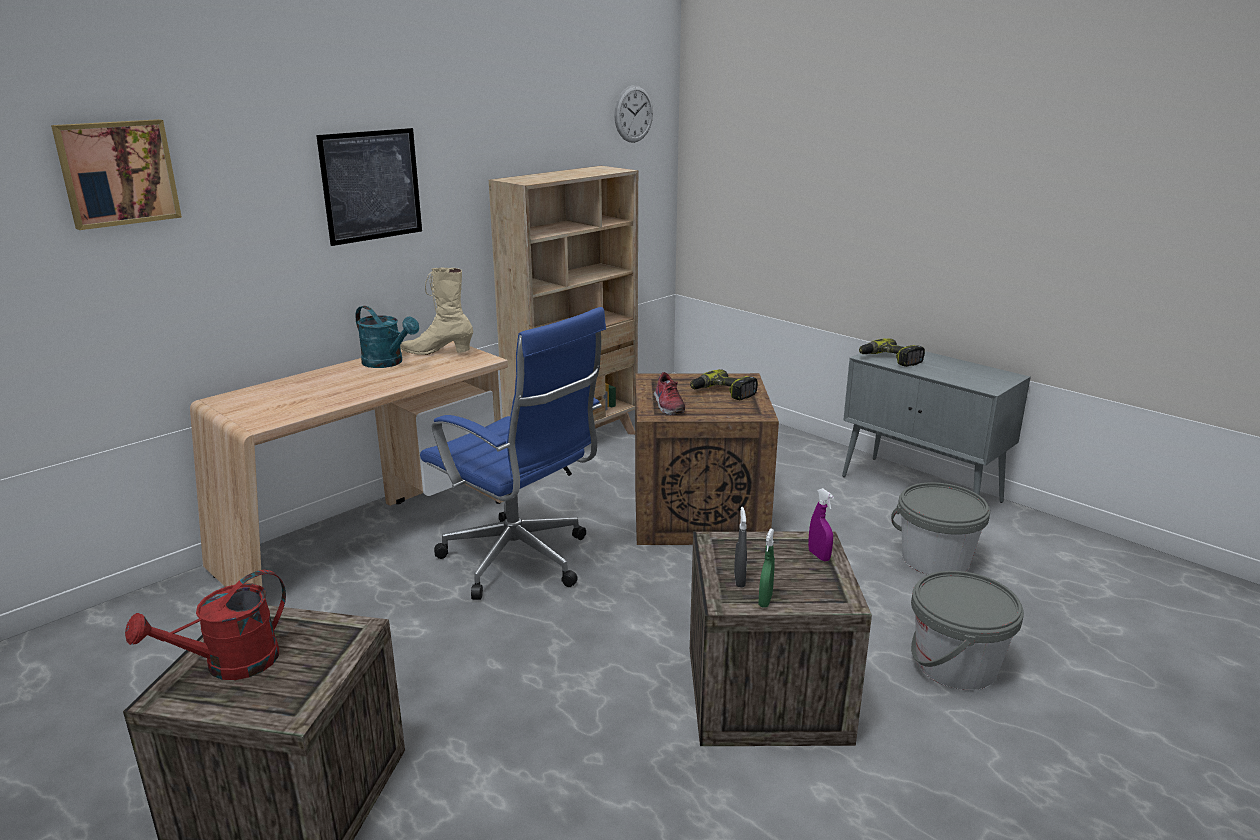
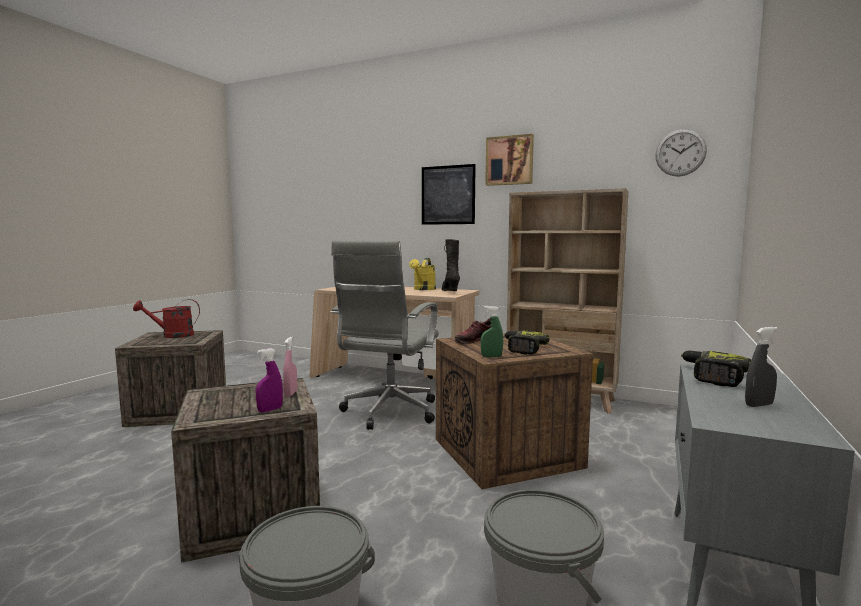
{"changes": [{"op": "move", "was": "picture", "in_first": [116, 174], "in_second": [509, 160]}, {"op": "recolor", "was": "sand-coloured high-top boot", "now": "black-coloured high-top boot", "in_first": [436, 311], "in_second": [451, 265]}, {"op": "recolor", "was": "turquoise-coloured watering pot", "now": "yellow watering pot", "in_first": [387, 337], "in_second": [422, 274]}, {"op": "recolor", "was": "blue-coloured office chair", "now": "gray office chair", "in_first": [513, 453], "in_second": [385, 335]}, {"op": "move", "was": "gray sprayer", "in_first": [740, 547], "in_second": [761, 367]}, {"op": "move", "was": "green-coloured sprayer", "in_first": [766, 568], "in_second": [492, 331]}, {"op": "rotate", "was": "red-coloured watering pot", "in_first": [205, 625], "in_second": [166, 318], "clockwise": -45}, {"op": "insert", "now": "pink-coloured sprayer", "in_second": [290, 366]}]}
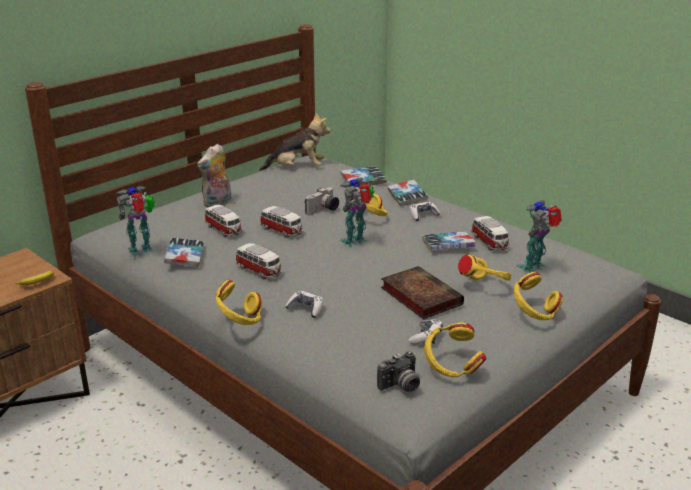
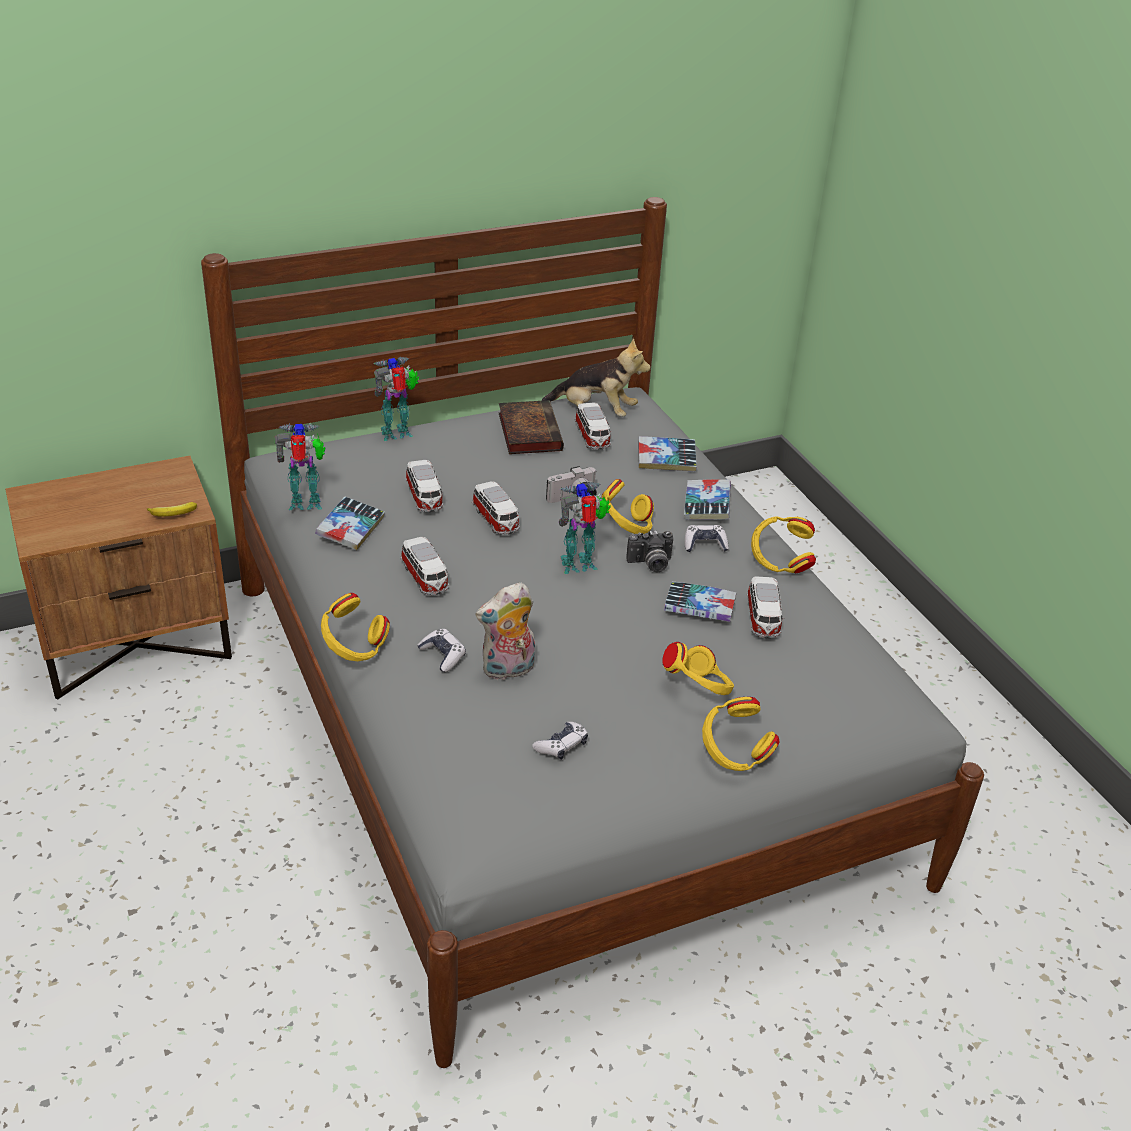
{"changes": [{"op": "move", "was": "cuddly toy", "in_first": [214, 175], "in_second": [505, 631]}, {"op": "move", "was": "toy robot", "in_first": [539, 236], "in_second": [396, 399]}, {"op": "move", "was": "book", "in_first": [422, 292], "in_second": [531, 427]}, {"op": "move", "was": "yellow headset", "in_first": [455, 349], "in_second": [783, 545]}, {"op": "move", "was": "photo camera", "in_first": [398, 371], "in_second": [649, 551]}, {"op": "insert", "now": "toy car", "in_second": [593, 426]}]}
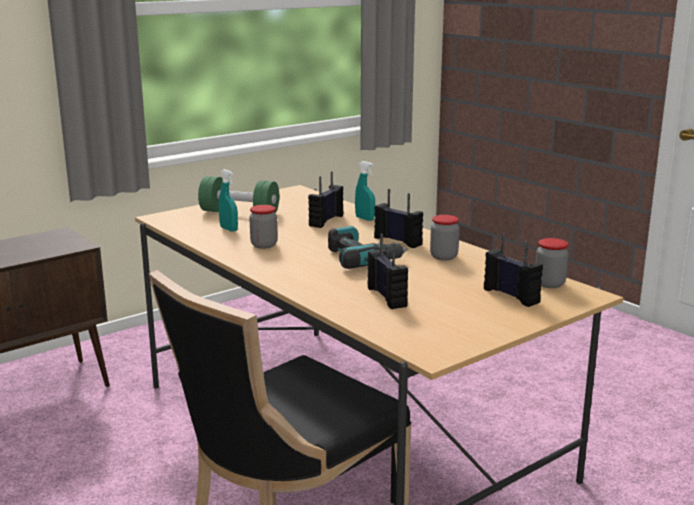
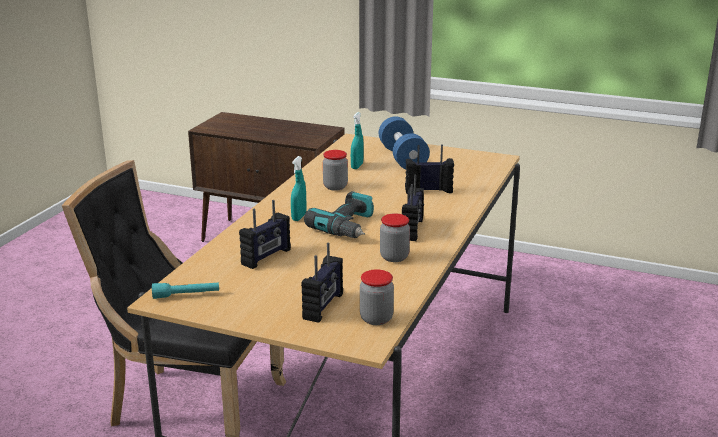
{"changes": [{"op": "move", "was": "turquoise-coloured sprayer", "in_first": [365, 191], "in_second": [299, 188]}, {"op": "recolor", "was": "green-coloured free weight", "now": "blue-coloured free weight", "in_first": [238, 195], "in_second": [404, 143]}, {"op": "insert", "now": "turquoise-coloured torch", "in_second": [185, 290]}]}
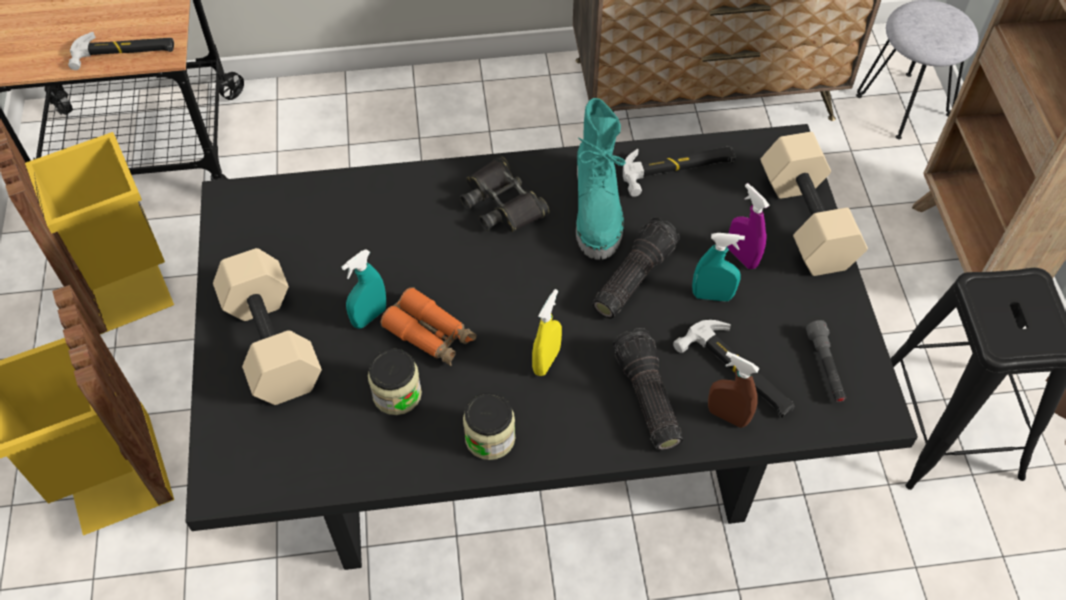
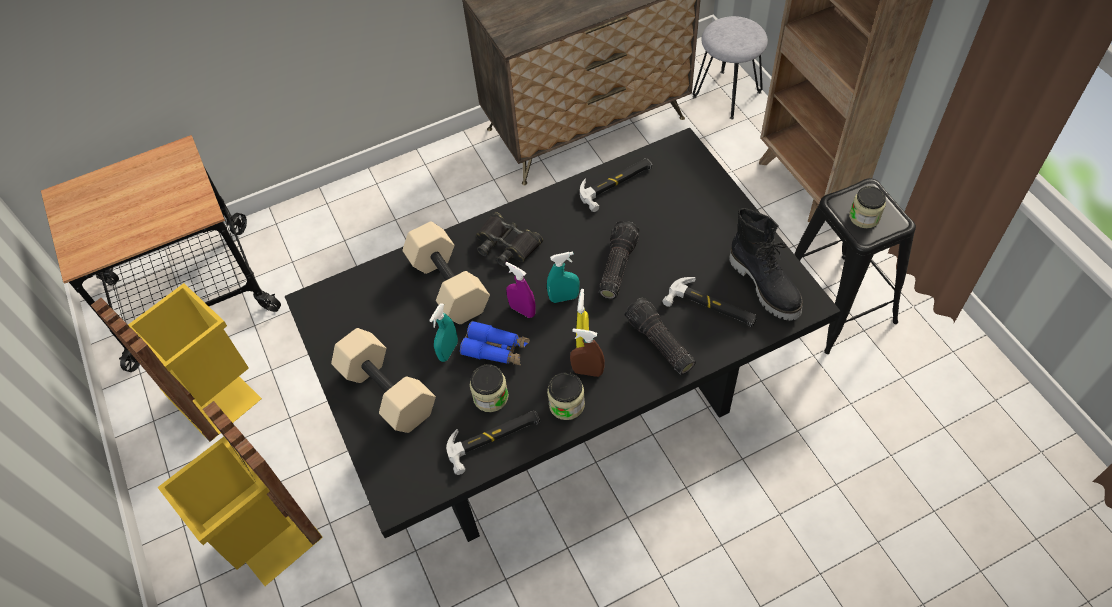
{"changes": [{"op": "move", "was": "hand hammer", "in_first": [121, 51], "in_second": [493, 443]}, {"op": "delete", "was": "turquoise-coloured high-top boot", "in_first": [601, 179]}, {"op": "move", "was": "sand-coloured free weight", "in_first": [814, 204], "in_second": [446, 272]}, {"op": "move", "was": "purplish sprayer", "in_first": [749, 226], "in_second": [520, 290]}, {"op": "move", "was": "turquoise-coloured sprayer", "in_first": [718, 267], "in_second": [563, 277]}, {"op": "recolor", "was": "orangey field glasses", "now": "blue-coloured field glasses", "in_first": [429, 326], "in_second": [495, 343]}, {"op": "replace", "was": "gray torch", "now": "black-coloured high-top boot", "in_first": [826, 361], "in_second": [766, 264]}, {"op": "move", "was": "brown sprayer", "in_first": [734, 390], "in_second": [587, 353]}, {"op": "insert", "now": "jar", "in_second": [867, 207]}]}
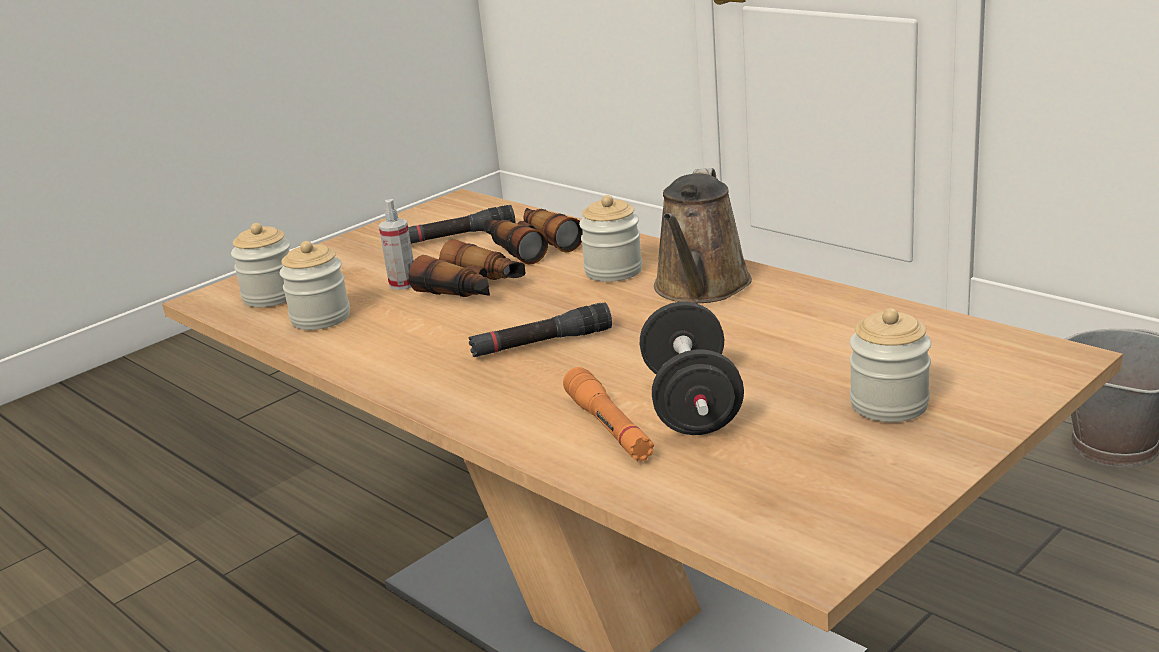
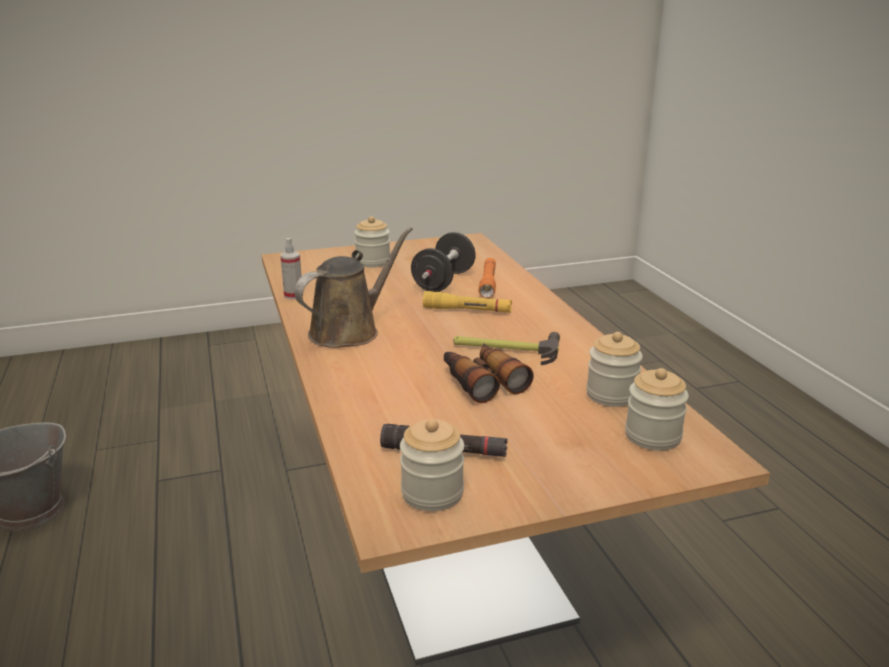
{"changes": [{"op": "move", "was": "jar", "in_first": [610, 238], "in_second": [432, 465]}, {"op": "move", "was": "sprayer", "in_first": [396, 244], "in_second": [291, 268]}, {"op": "delete", "was": "field glasses", "in_first": [533, 236]}, {"op": "delete", "was": "black-coloured torch", "in_first": [540, 329]}, {"op": "insert", "now": "yellow torch", "in_second": [467, 302]}, {"op": "insert", "now": "hand hammer", "in_second": [507, 348]}]}
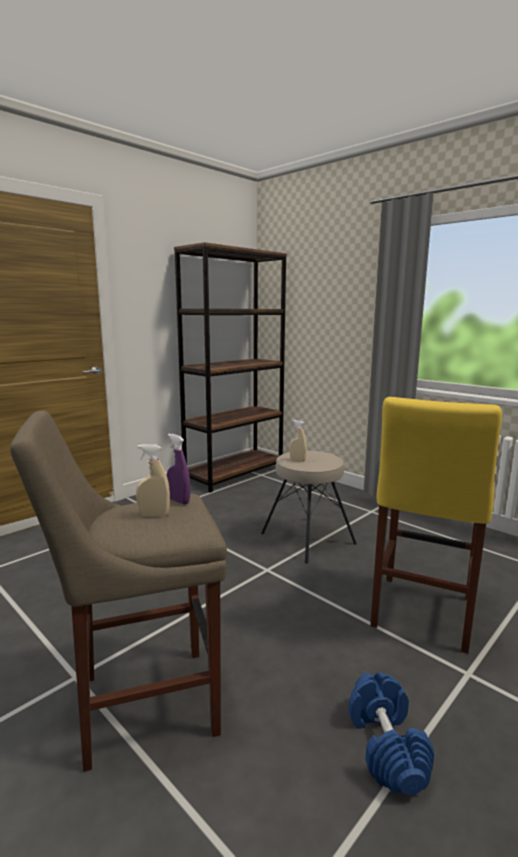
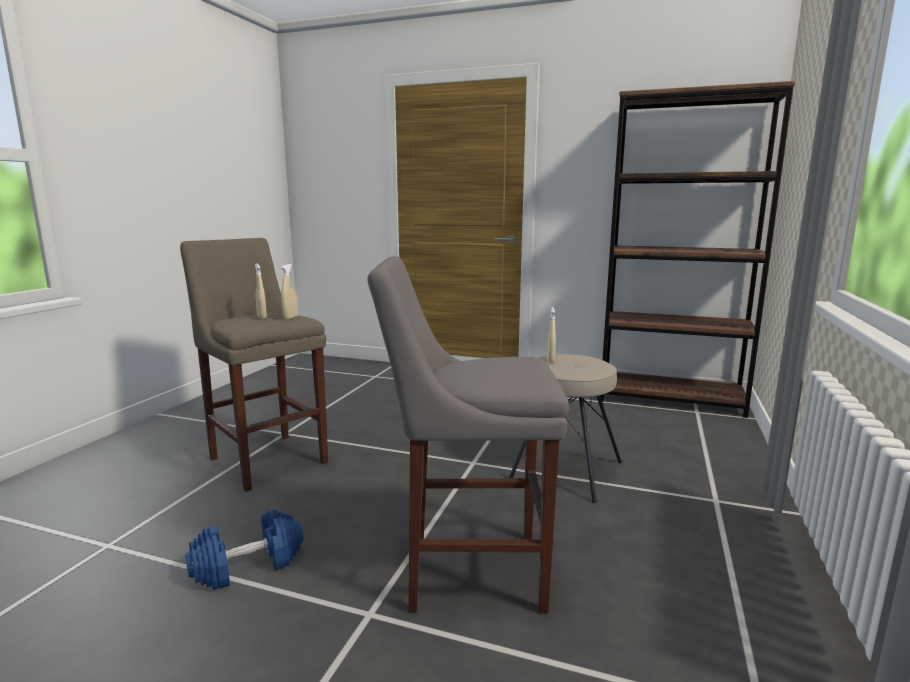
{"changes": [{"op": "recolor", "was": "yellow sitting stool", "now": "gray sitting stool", "in_first": [436, 525], "in_second": [468, 435]}, {"op": "recolor", "was": "purplish sprayer", "now": "sand-coloured sprayer", "in_first": [178, 469], "in_second": [289, 292]}]}
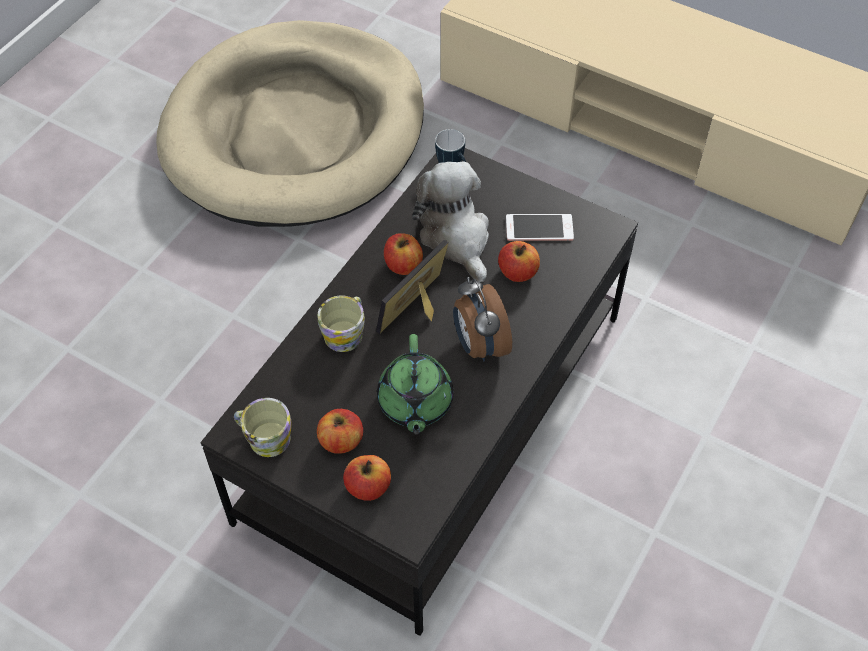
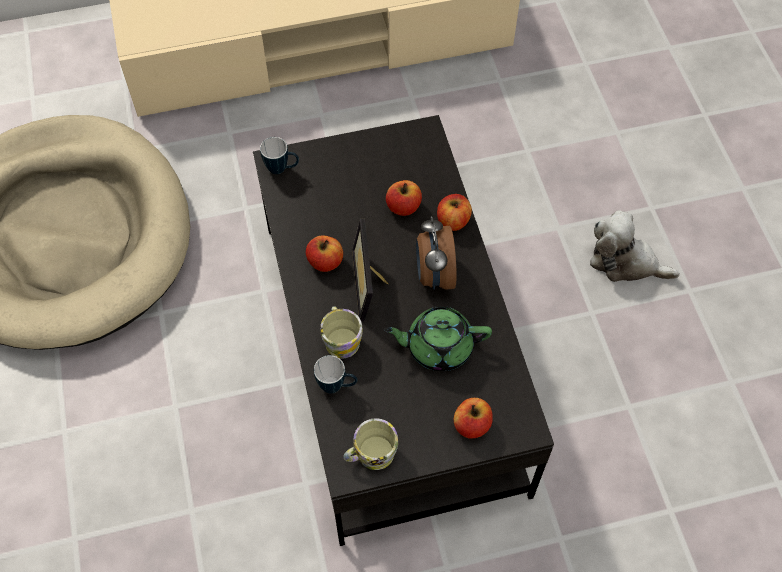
{"changes": [{"op": "move", "was": "cuddly toy", "in_first": [450, 222], "in_second": [635, 246]}, {"op": "delete", "was": "phone", "in_first": [540, 227]}, {"op": "rotate", "was": "bedside clock", "in_first": [482, 319], "in_second": [436, 253], "clockwise": 60}, {"op": "rotate", "was": "green-coloured teapot", "in_first": [415, 384], "in_second": [438, 338], "clockwise": 135}, {"op": "move", "was": "whole apple", "in_first": [340, 431], "in_second": [454, 212]}, {"op": "insert", "now": "coffee mug", "in_second": [335, 374]}]}
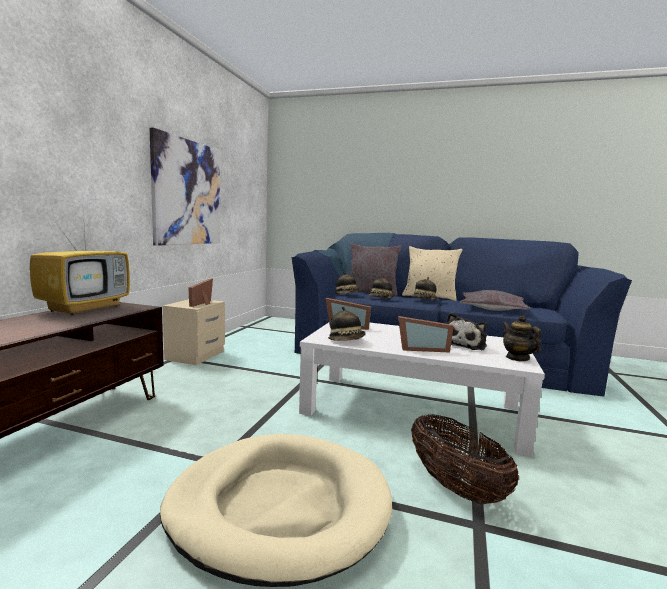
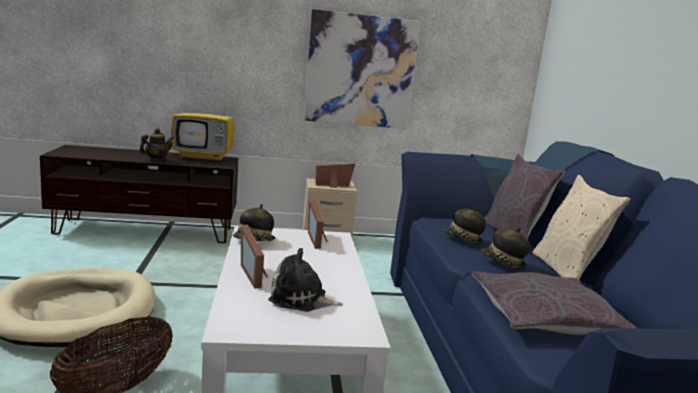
{"changes": [{"op": "delete", "was": "hat", "in_first": [347, 283]}, {"op": "move", "was": "teapot", "in_first": [521, 338], "in_second": [156, 145]}]}
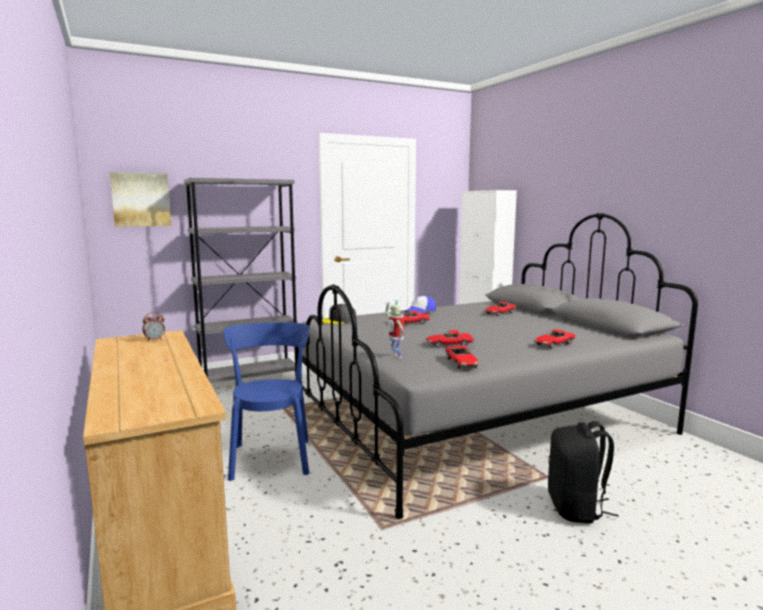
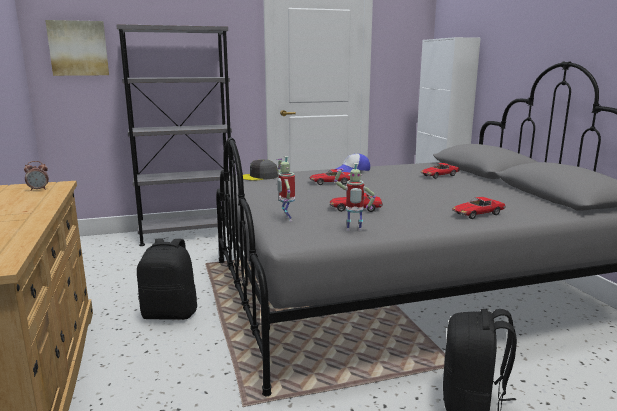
{"changes": [{"op": "replace", "was": "blue-coloured upright chair", "now": "black-coloured backpack", "in_first": [266, 401], "in_second": [167, 279]}, {"op": "replace", "was": "toy car", "now": "toy robot", "in_first": [462, 357], "in_second": [355, 197]}]}
